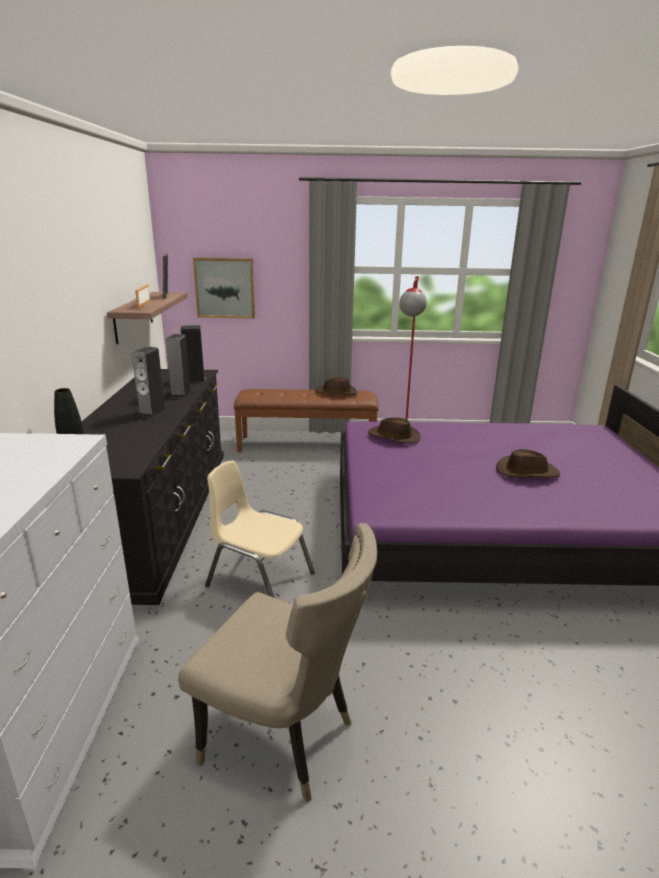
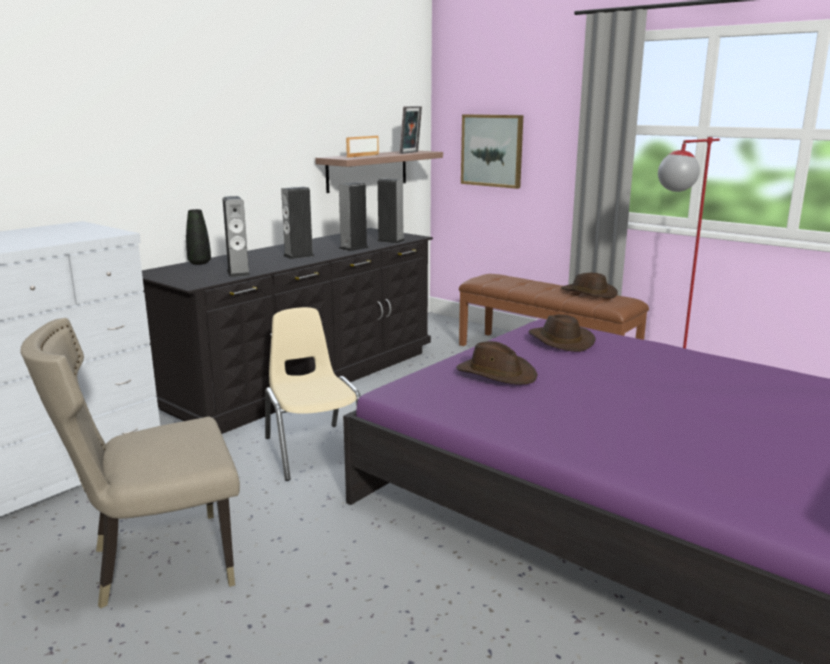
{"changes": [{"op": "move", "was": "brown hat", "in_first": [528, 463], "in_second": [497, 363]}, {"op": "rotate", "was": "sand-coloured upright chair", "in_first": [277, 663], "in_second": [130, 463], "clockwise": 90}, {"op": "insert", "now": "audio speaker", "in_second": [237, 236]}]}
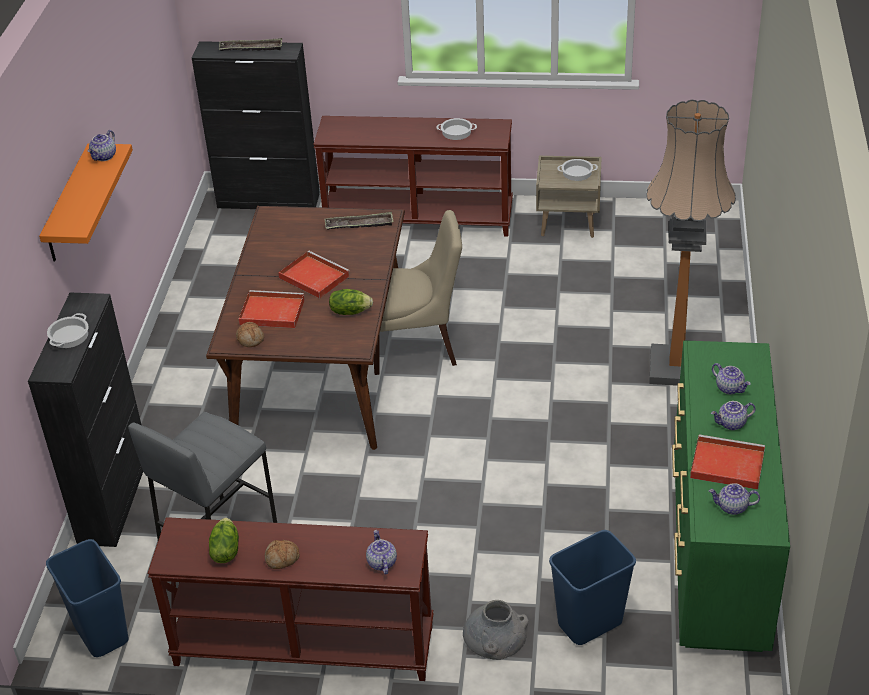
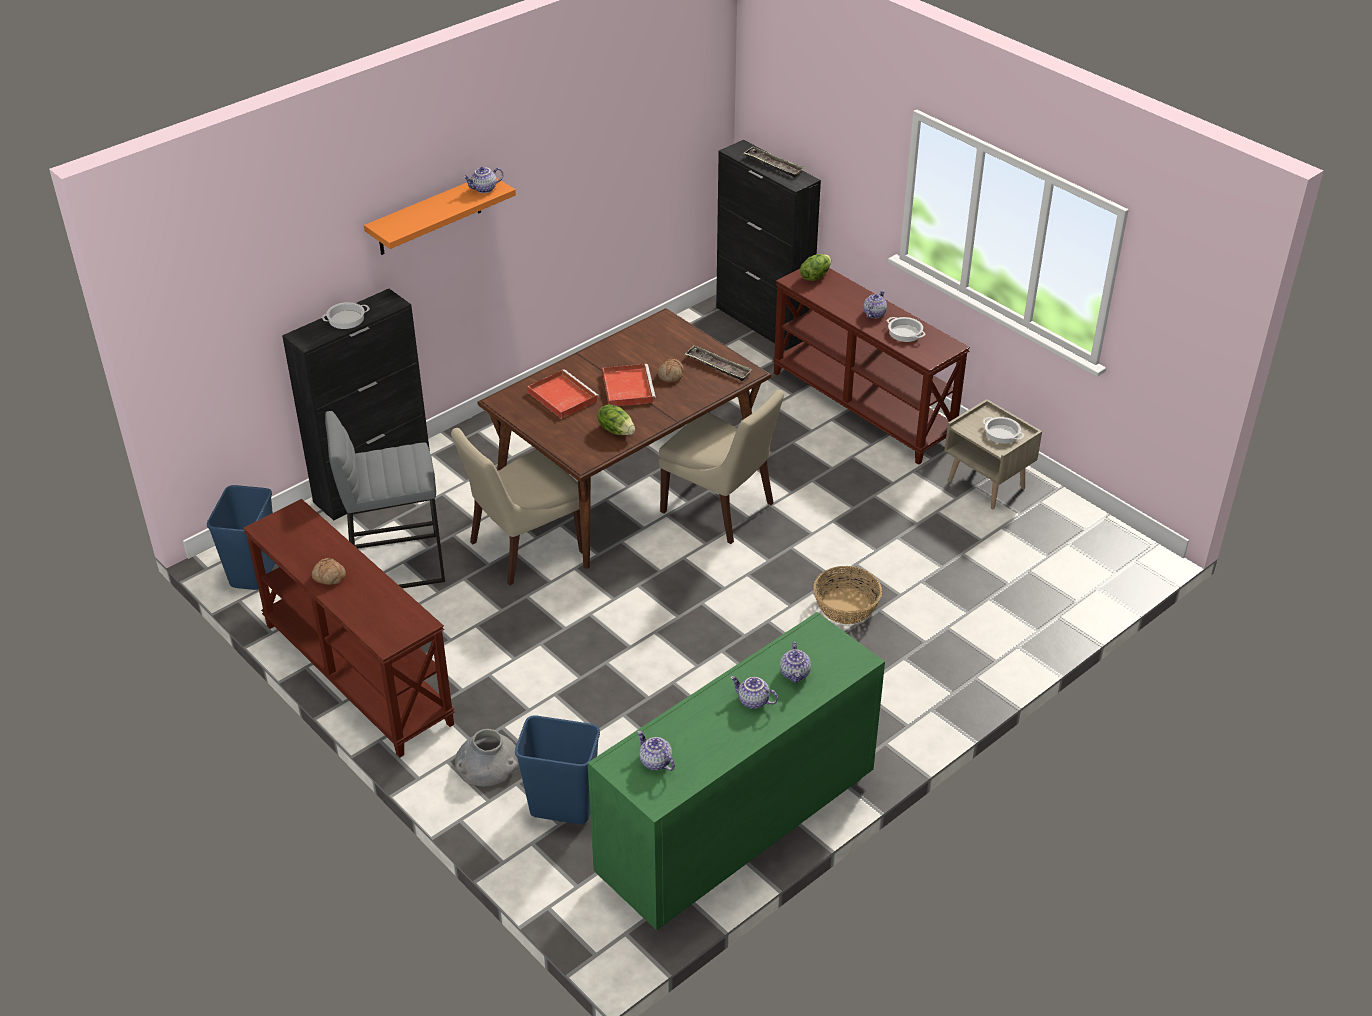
{"changes": [{"op": "delete", "was": "floor lamp", "in_first": [691, 243]}, {"op": "move", "was": "bakery bread", "in_first": [250, 334], "in_second": [671, 371]}, {"op": "delete", "was": "red-coloured serving tray", "in_first": [727, 462]}, {"op": "move", "was": "lettuce", "in_first": [224, 540], "in_second": [815, 267]}, {"op": "move", "was": "teapot", "in_first": [381, 552], "in_second": [875, 304]}, {"op": "insert", "now": "sand-coloured upright chair", "in_second": [517, 506]}, {"op": "insert", "now": "storage basket", "in_second": [847, 595]}]}
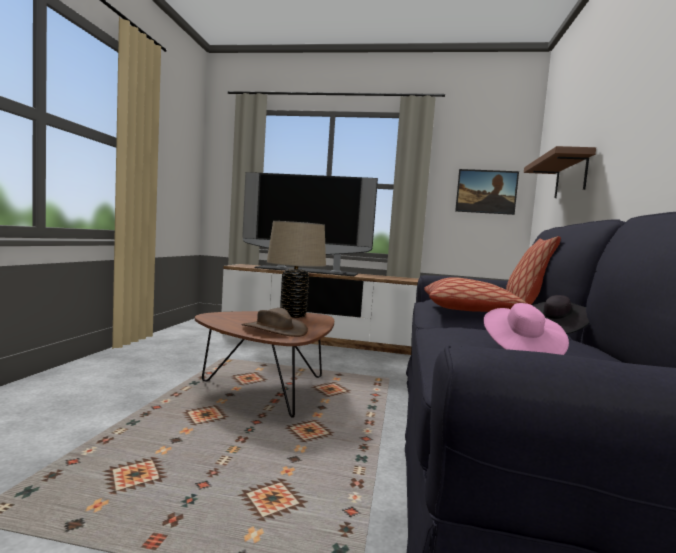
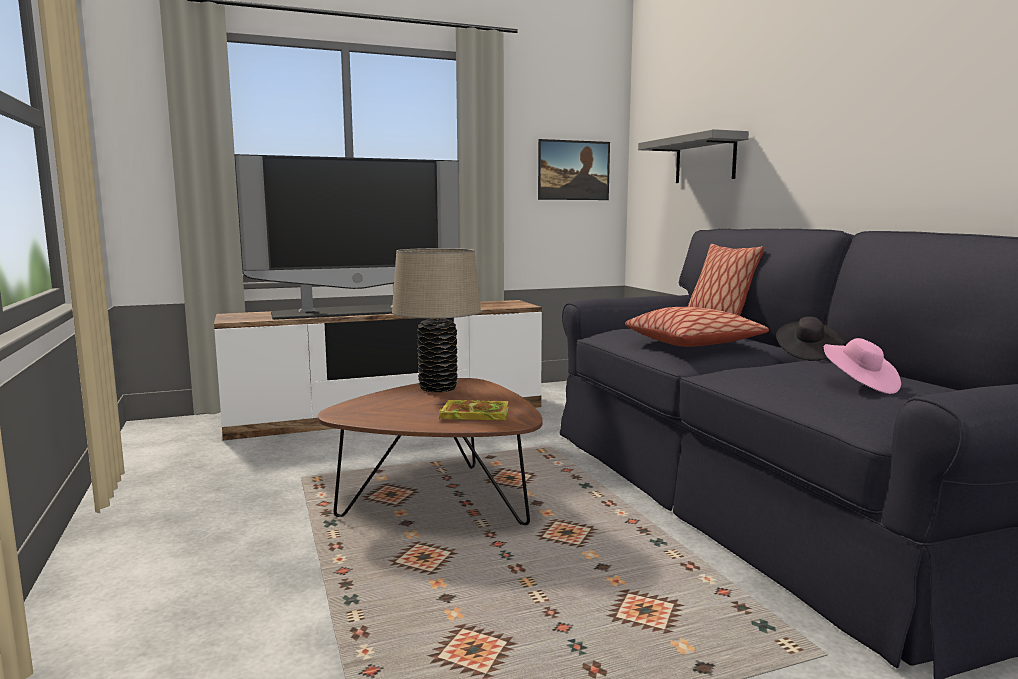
{"changes": [{"op": "recolor", "was": "brown wall shelf", "now": "gray wall shelf", "in_first": [560, 172], "in_second": [693, 156]}, {"op": "replace", "was": "brown hat", "now": "book", "in_first": [275, 322], "in_second": [474, 410]}]}
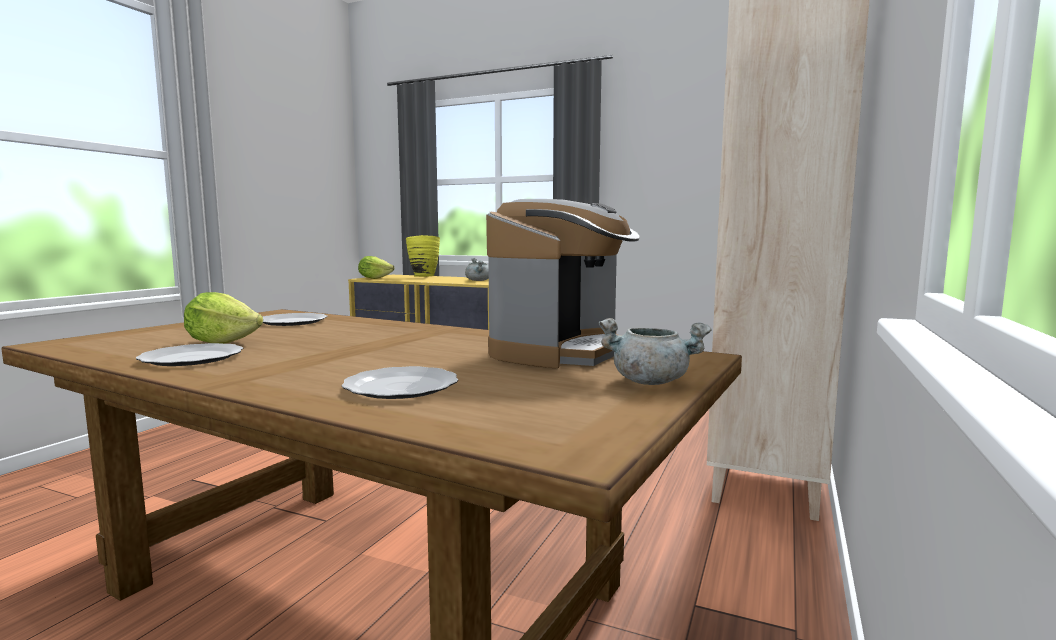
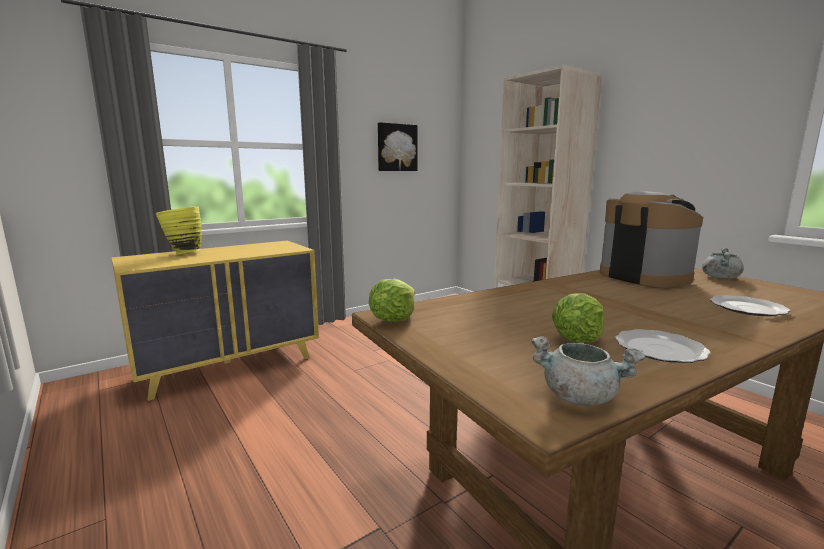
{"changes": [{"op": "move", "was": "lettuce", "in_first": [376, 267], "in_second": [392, 300]}, {"op": "move", "was": "gray saucepot", "in_first": [477, 269], "in_second": [588, 371]}, {"op": "delete", "was": "plate", "in_first": [295, 319]}, {"op": "insert", "now": "picture", "in_second": [398, 146]}]}
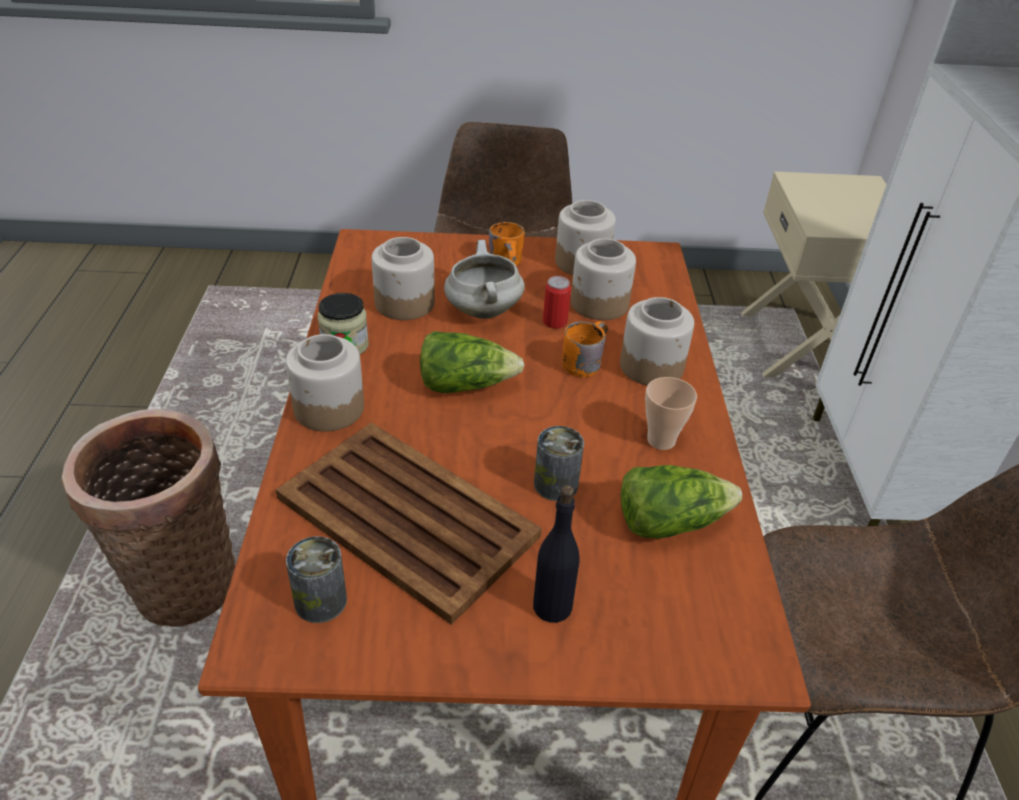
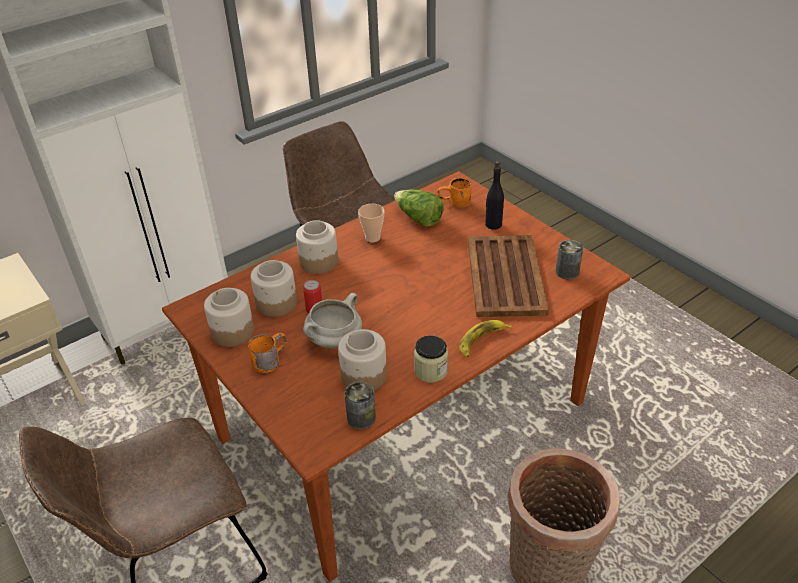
{"changes": [{"op": "move", "was": "orangey coffee mug", "in_first": [585, 349], "in_second": [455, 192]}, {"op": "delete", "was": "lettuce", "in_first": [472, 362]}, {"op": "replace", "was": "jar", "now": "banana fruit", "in_first": [325, 383], "in_second": [485, 338]}, {"op": "move", "was": "metal can", "in_first": [559, 463], "in_second": [360, 405]}]}
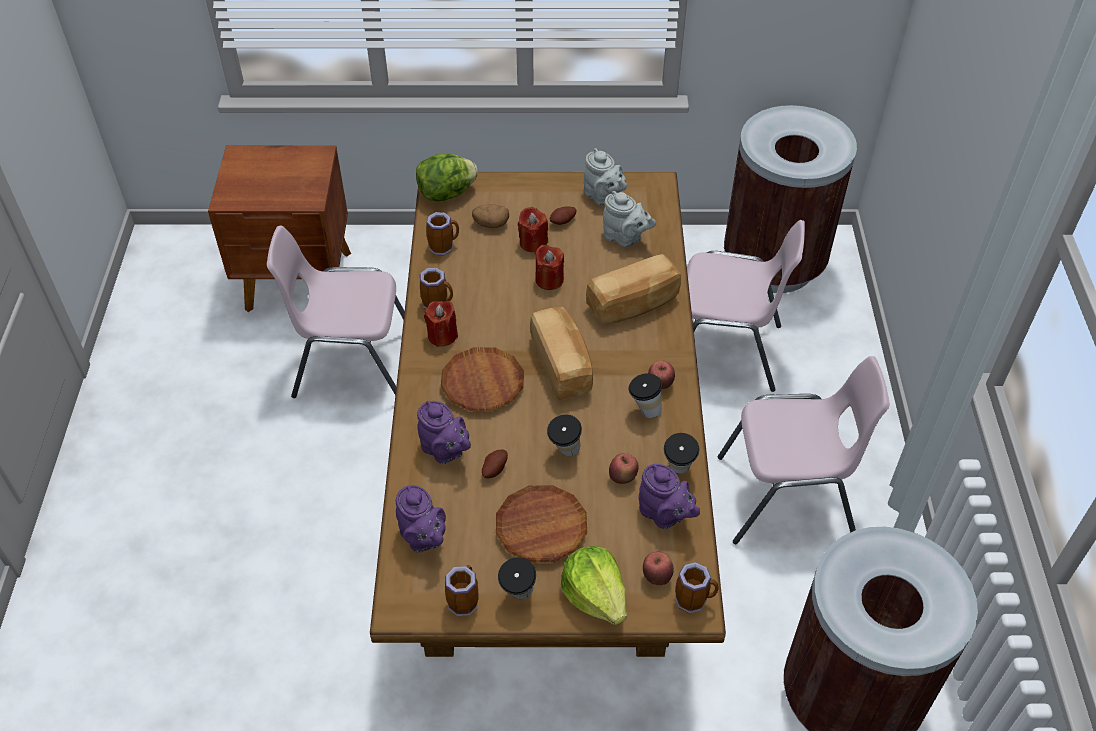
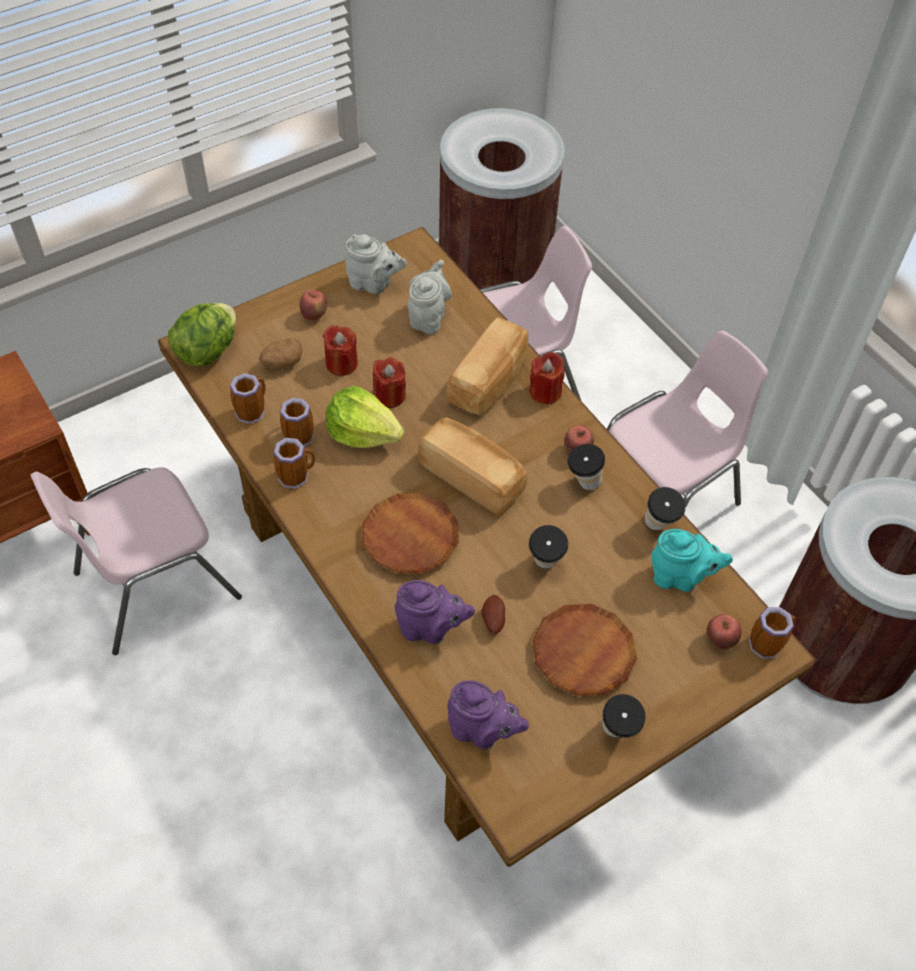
{"changes": [{"op": "rotate", "was": "gray teapot", "in_first": [629, 219], "in_second": [430, 297], "clockwise": -75}, {"op": "delete", "was": "spud", "in_first": [563, 216]}, {"op": "move", "was": "red-coloured wax candle", "in_first": [441, 324], "in_second": [547, 378]}, {"op": "move", "was": "whole apple", "in_first": [624, 468], "in_second": [313, 305]}, {"op": "recolor", "was": "purplish teapot", "now": "turquoise-coloured teapot", "in_first": [669, 496], "in_second": [692, 560]}, {"op": "move", "was": "lettuce", "in_first": [593, 585], "in_second": [365, 417]}, {"op": "move", "was": "coffee mug", "in_first": [462, 590], "in_second": [297, 422]}]}
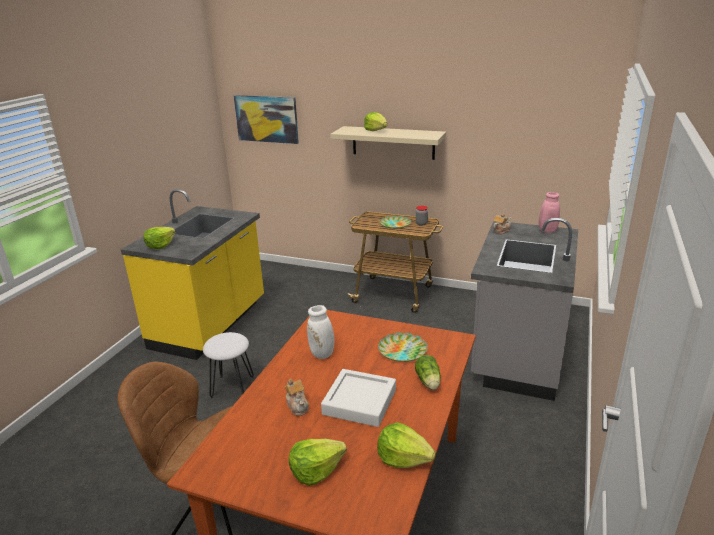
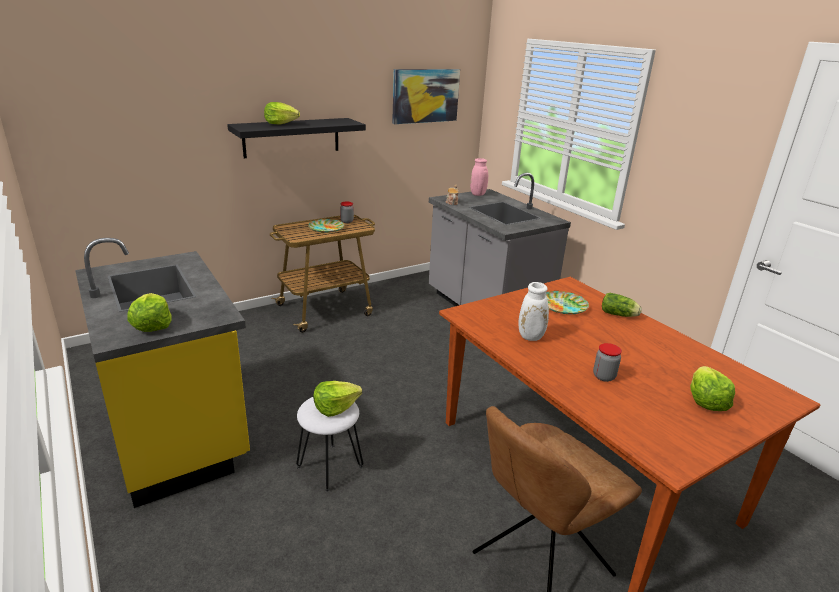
{"changes": [{"op": "move", "was": "picture", "in_first": [266, 119], "in_second": [426, 96]}, {"op": "recolor", "was": "sand-coloured wall shelf", "now": "black-coloured wall shelf", "in_first": [388, 143], "in_second": [296, 138]}, {"op": "delete", "was": "white serving tray", "in_first": [358, 398]}, {"op": "replace", "was": "teapot", "now": "jar", "in_first": [297, 397], "in_second": [607, 362]}, {"op": "move", "was": "lettuce", "in_first": [406, 445], "in_second": [337, 399]}]}
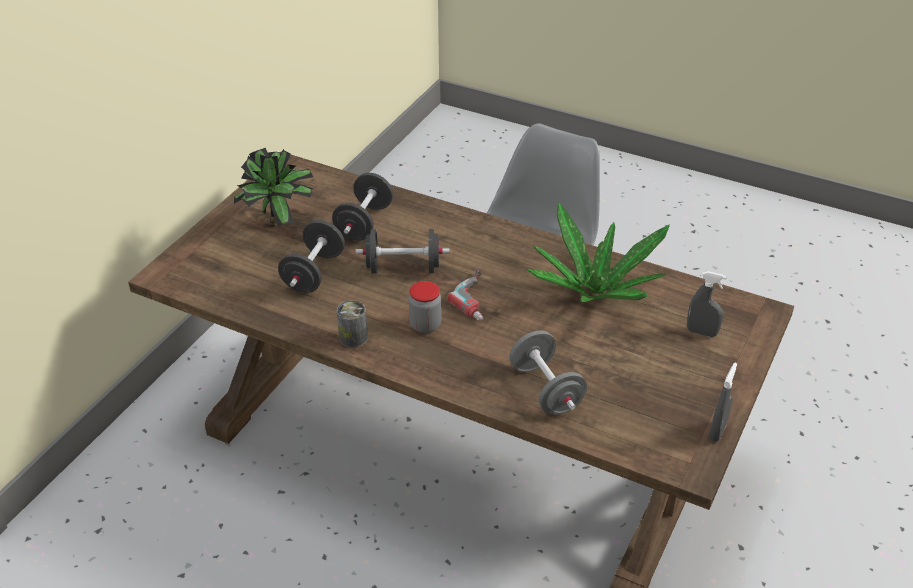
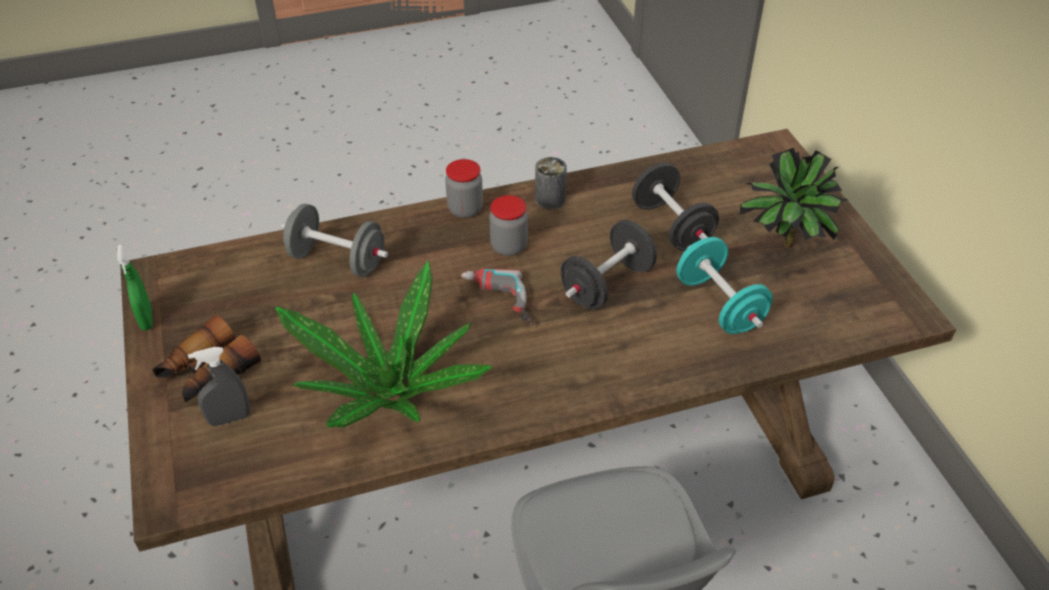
{"changes": [{"op": "recolor", "was": "black-coloured free weight", "now": "turquoise-coloured free weight", "in_first": [362, 207], "in_second": [724, 285]}, {"op": "recolor", "was": "gray sprayer", "now": "green-coloured sprayer", "in_first": [723, 402], "in_second": [134, 287]}, {"op": "insert", "now": "jar", "in_second": [464, 188]}, {"op": "insert", "now": "field glasses", "in_second": [206, 359]}]}
